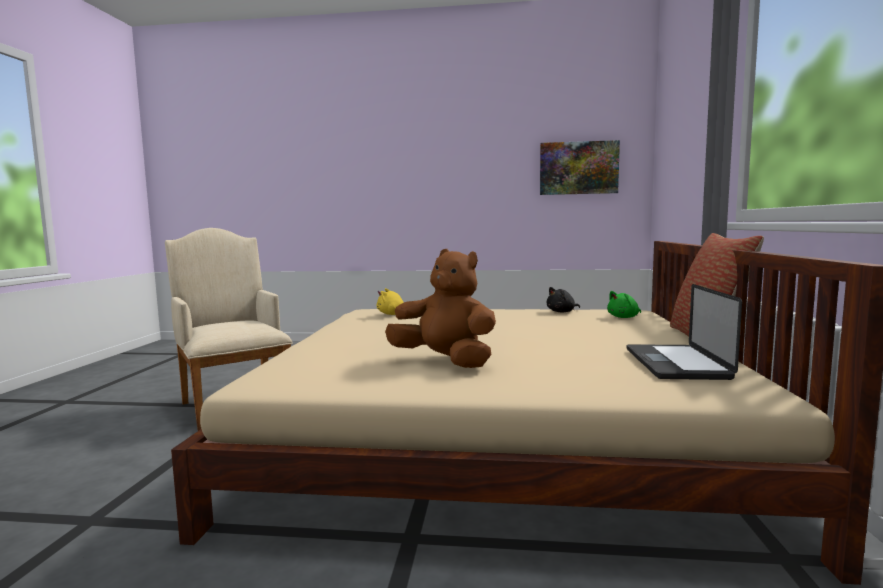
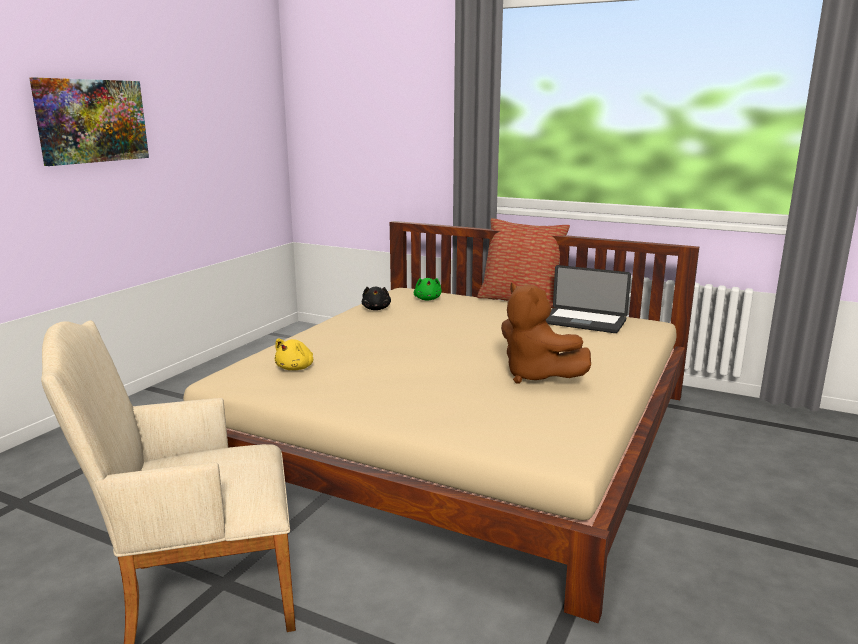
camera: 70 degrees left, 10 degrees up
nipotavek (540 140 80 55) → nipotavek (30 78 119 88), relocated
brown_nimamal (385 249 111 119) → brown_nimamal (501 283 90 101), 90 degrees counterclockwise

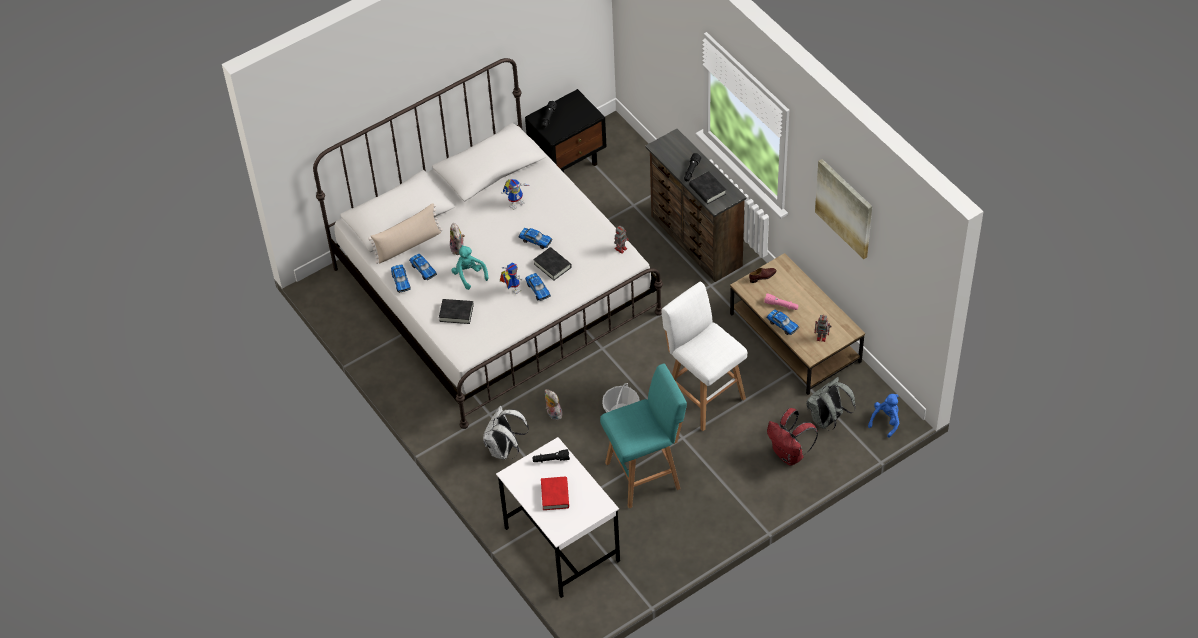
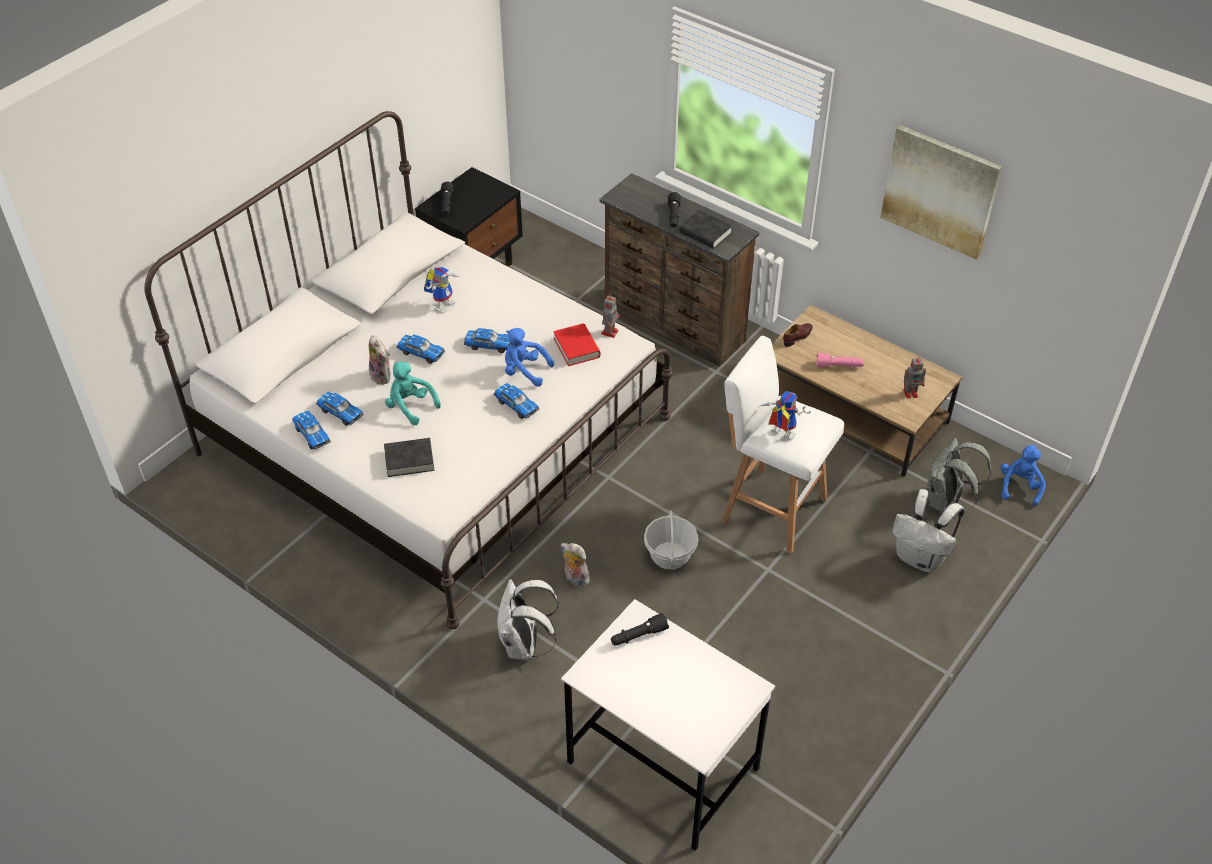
camera: 20 degrees left, 5 degrees down
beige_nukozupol (368 203 75 61) → -
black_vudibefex (533 247 39 33) → blue_nimamal (505 328 49 59)
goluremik (500 262 22 32) → goluremik (761 391 50 50), relocated
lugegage (766 309 33 26) → lugegage (397 335 48 29), relocated
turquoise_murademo (600 364 87 144) → -
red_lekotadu (767 408 51 58) → white_lekotadu (892 489 72 83)
red_vudibefex (541 477 28 33) → red_vudibefex (553 323 48 43), relocated

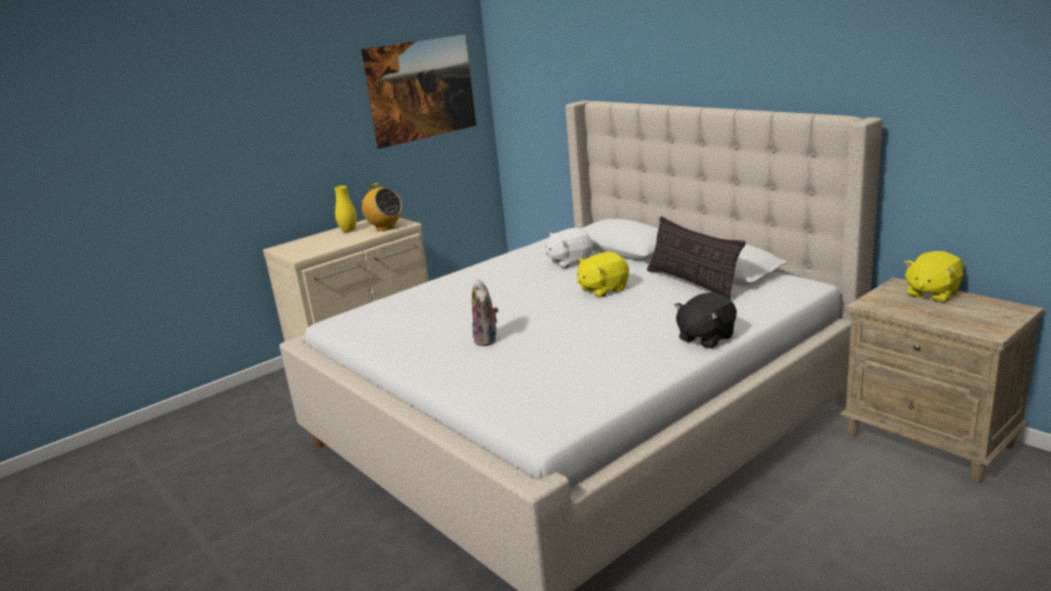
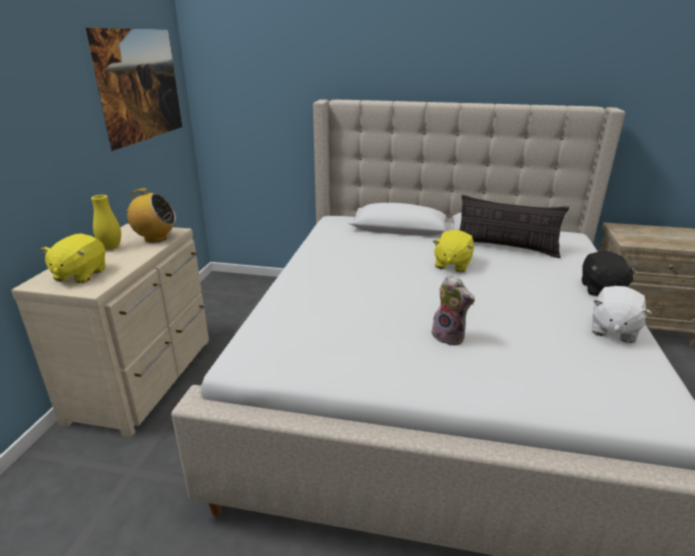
camera: 40 degrees left, 5 degrees up
white_nimamal (545 228 48 40) → white_nimamal (592 286 60 57), relocated
yellow_nimamal (904 251 60 52) → yellow_nimamal (41 233 64 50), relocated

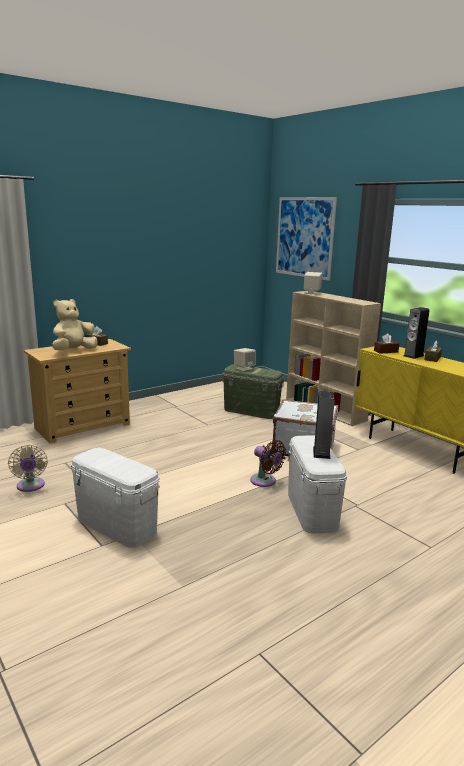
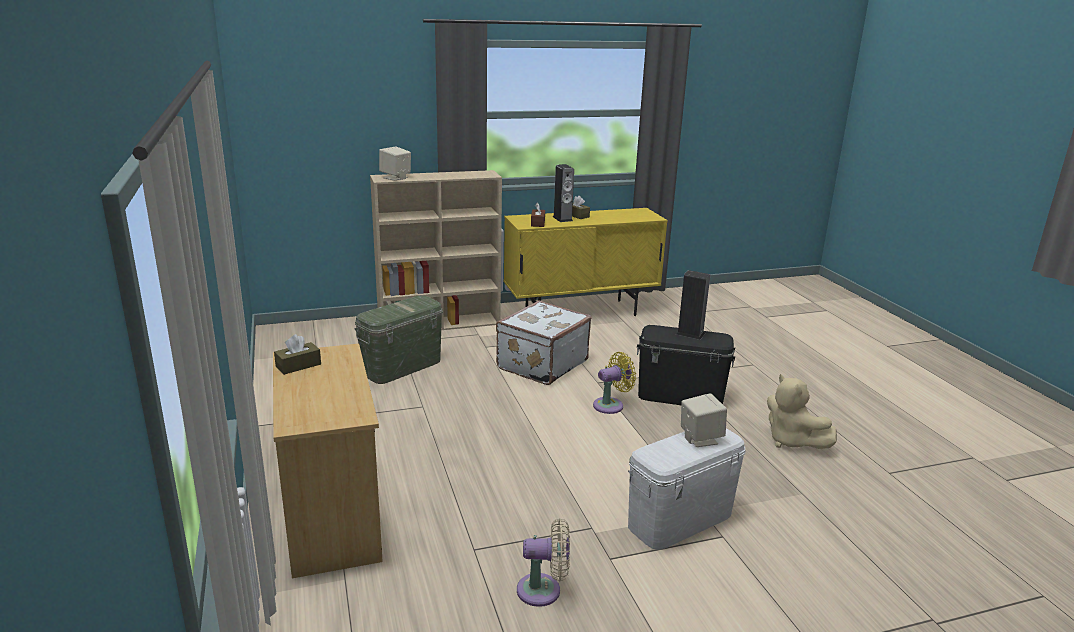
camera: 70 degrees left, 5 degrees up
nipotavek (276 197 61 84) → -
beige_nimamal (52 299 45 51) → beige_nimamal (767 374 70 75), relocated
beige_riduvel (234 348 22 23) → beige_riduvel (681 393 46 54), relocated
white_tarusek (288 435 59 98) → black_tarusek (637 325 98 80)
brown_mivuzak (250 440 36 47) → yellow_mivuzak (593 352 43 62)

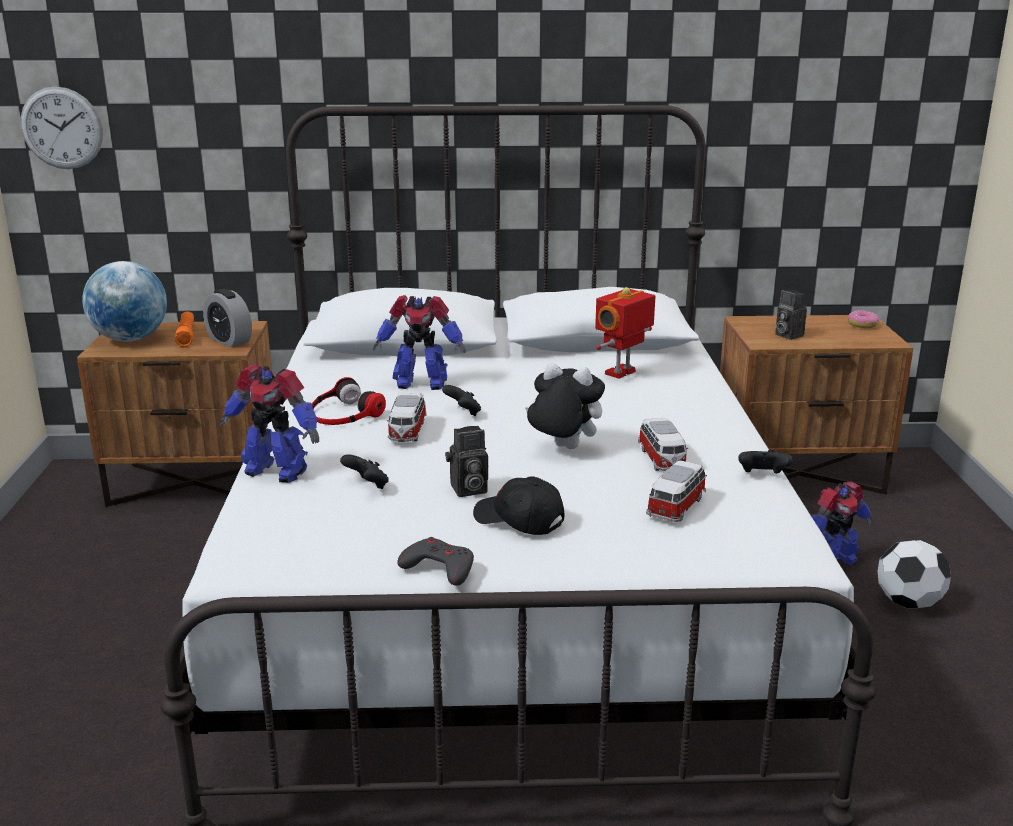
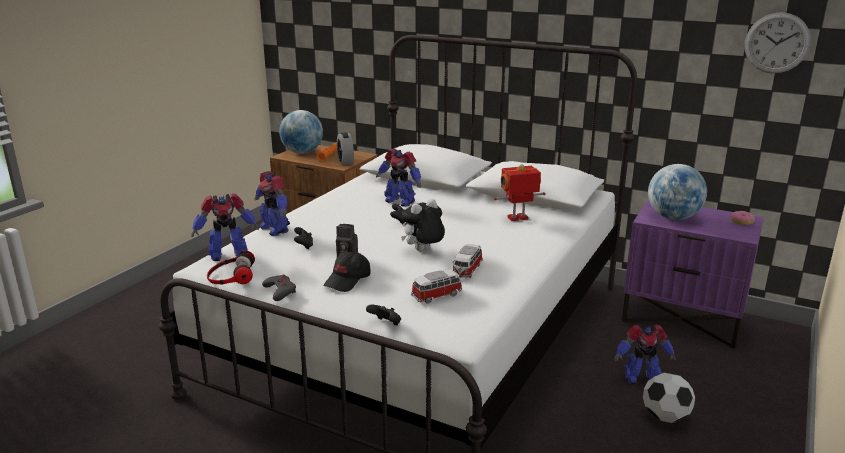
camera: 30 degrees right, 0 degrees up
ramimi (20 86 83 83) → ramimi (744 12 67 61), relocated
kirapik (775 290 32 50) → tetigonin (648 164 59 56)
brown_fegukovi (720 315 193 180) → purple_fegukovi (622 199 142 150)
nimamal (525 363 80 86) → nimamal (401 199 44 52), 90 degrees counterclockwise
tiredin (312 377 74 48) → tiredin (207 250 48 35), relocated
lugegage (387 393 40 49) → -
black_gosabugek (738 450 55 24) → black_gosabugek (366 305 35 20), relocated
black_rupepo (473 476 92 59) → black_rupepo (323 252 48 40), 120 degrees counterclockwise
- → goluremik (191 193 68 68)

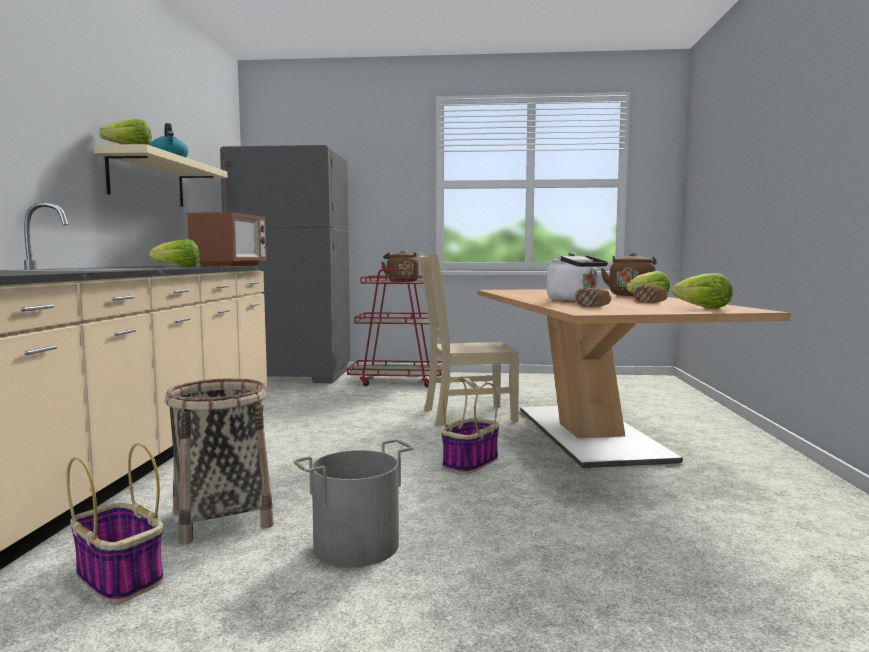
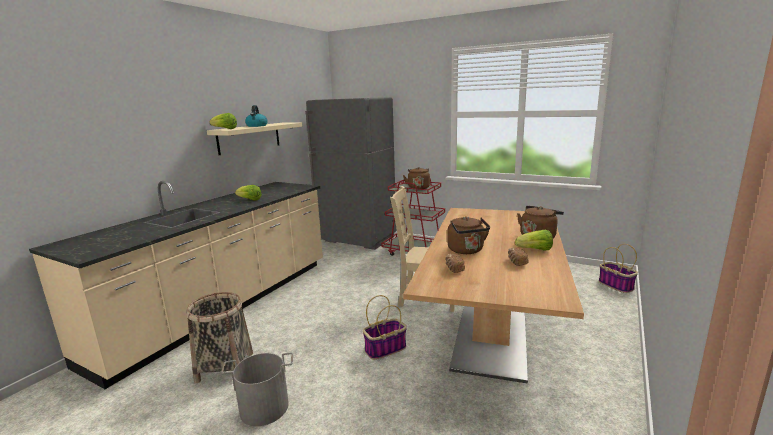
camera: 25 degrees right, 10 degrees up
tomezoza (187 212 80 54) → -
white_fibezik (547 252 61 50) → brown_fibezik (447 216 43 38)
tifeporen (672 273 61 35) → -
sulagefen (66 443 97 161) → sulagefen (599 244 39 49), relocated

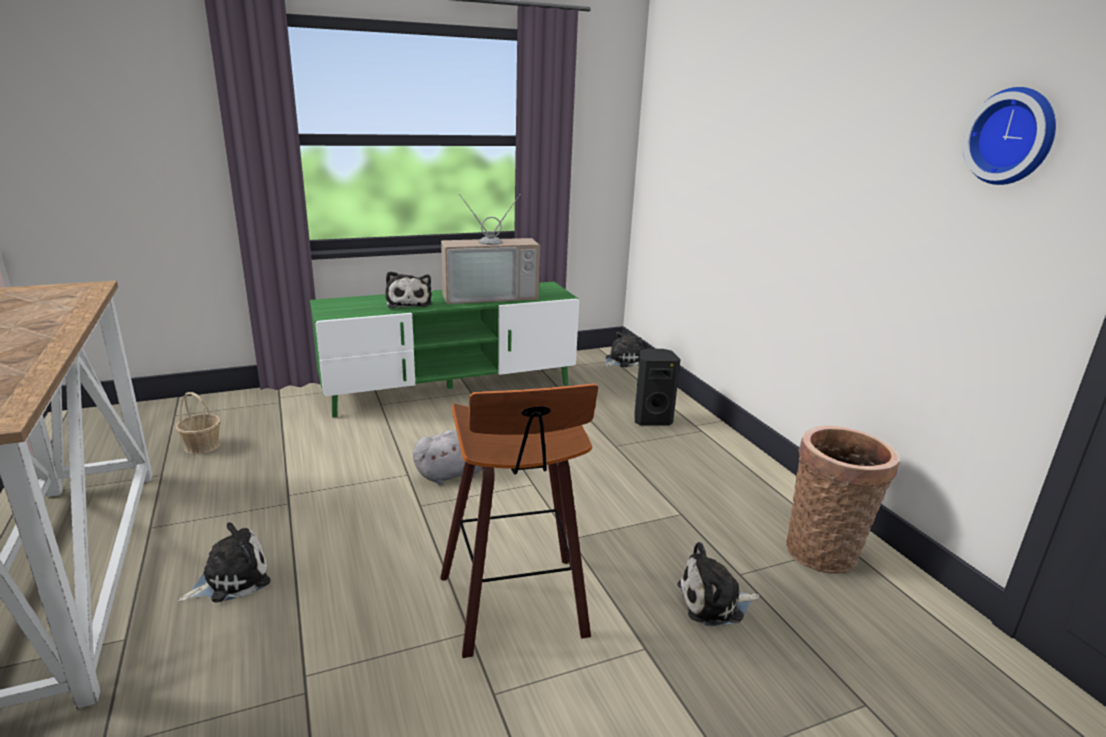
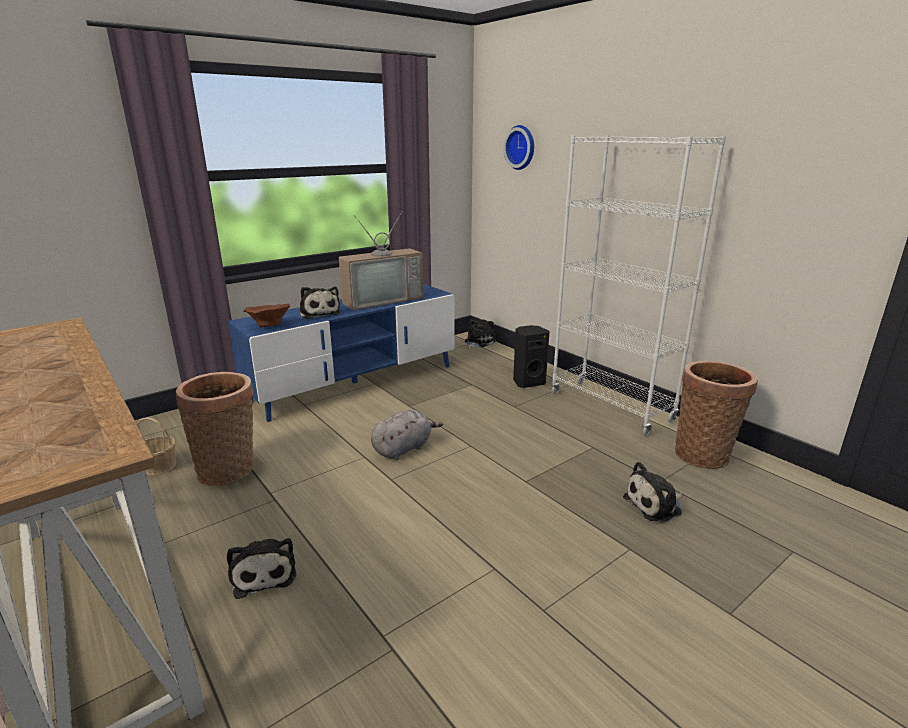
camera: 15 degrees left, 0 degrees up
ramimi (962 87 94 98) → ramimi (503 125 31 45), relocated
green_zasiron (310 282 269 136) → blue_zasiron (228 284 227 138)
murademo (440 384 158 274) → -
nimamal (178 522 92 81) → nimamal (227 538 69 61), 120 degrees clockwise
- → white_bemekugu (551 135 175 301)
- → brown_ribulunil (244 303 46 24)
- → sulagefen (176 372 78 114)

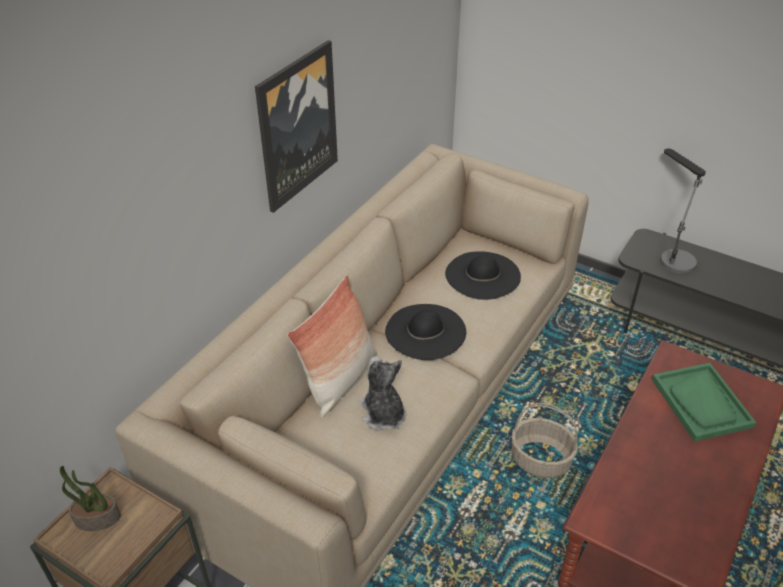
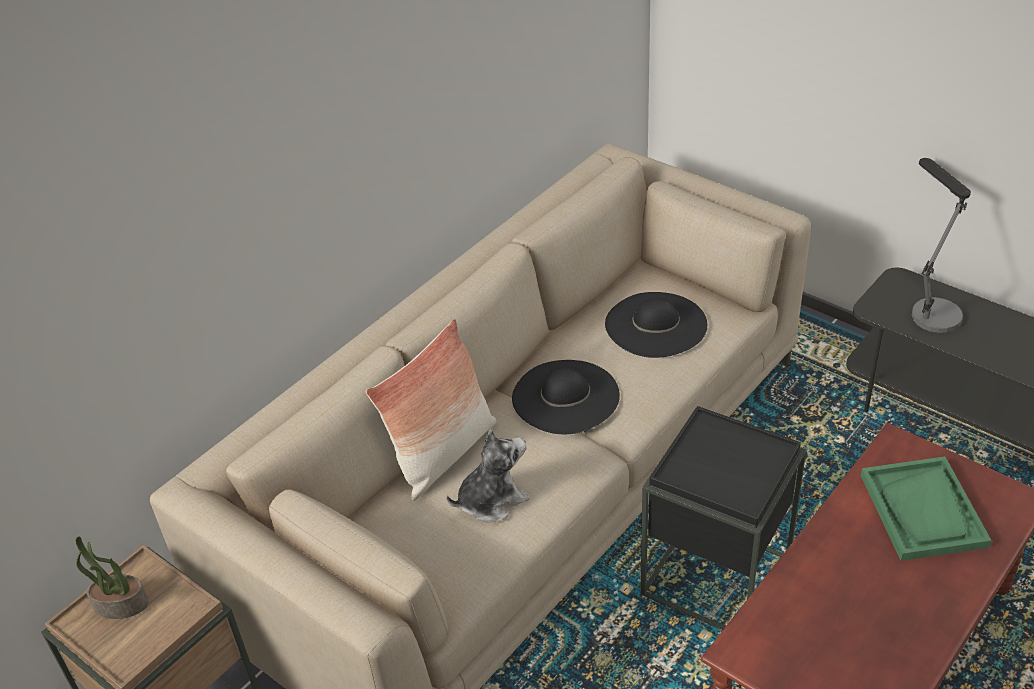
camera: 10 degrees right, 0 degrees up
nipotavek (255 40 83 173) → -
nimamal (360 357 46 74) → nimamal (446 429 83 93), 75 degrees clockwise
sulagefen (511 403 67 75) → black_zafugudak (641 406 166 224)

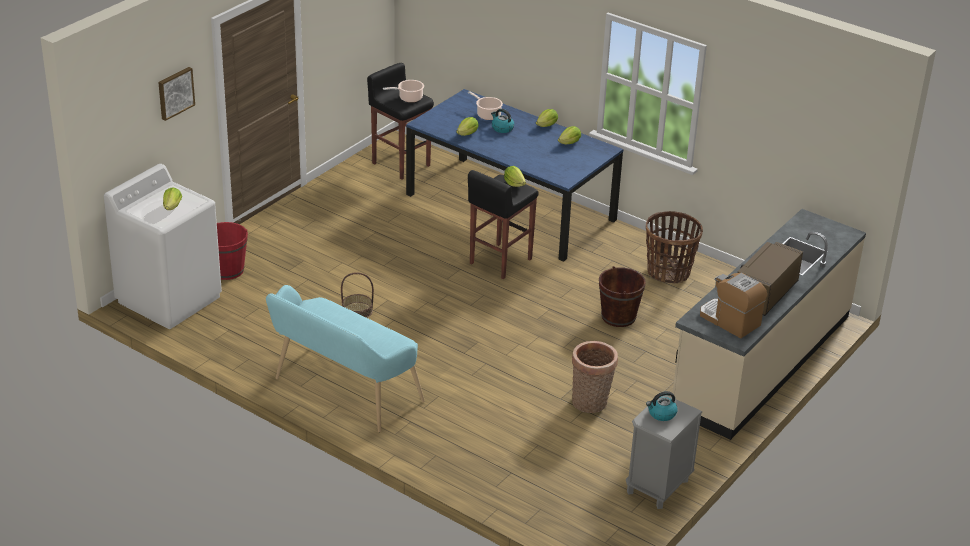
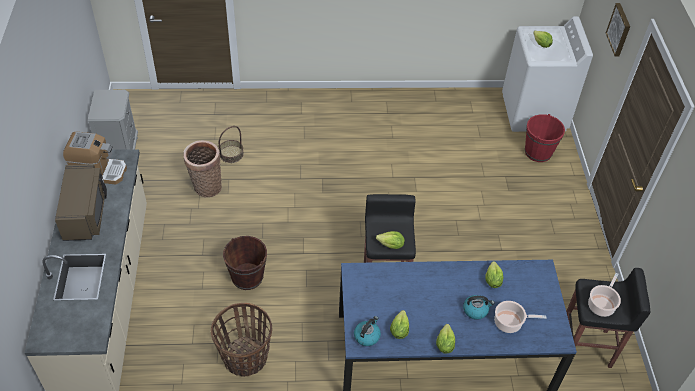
camera: 140 degrees right, 15 degrees up
sulagefen (341 272 33 46) → sulagefen (219 126 25 37), relocated
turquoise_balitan (266 285 159 147) → -
fibezik (646 391 31 30) → fibezik (354 316 27 30), relocated

